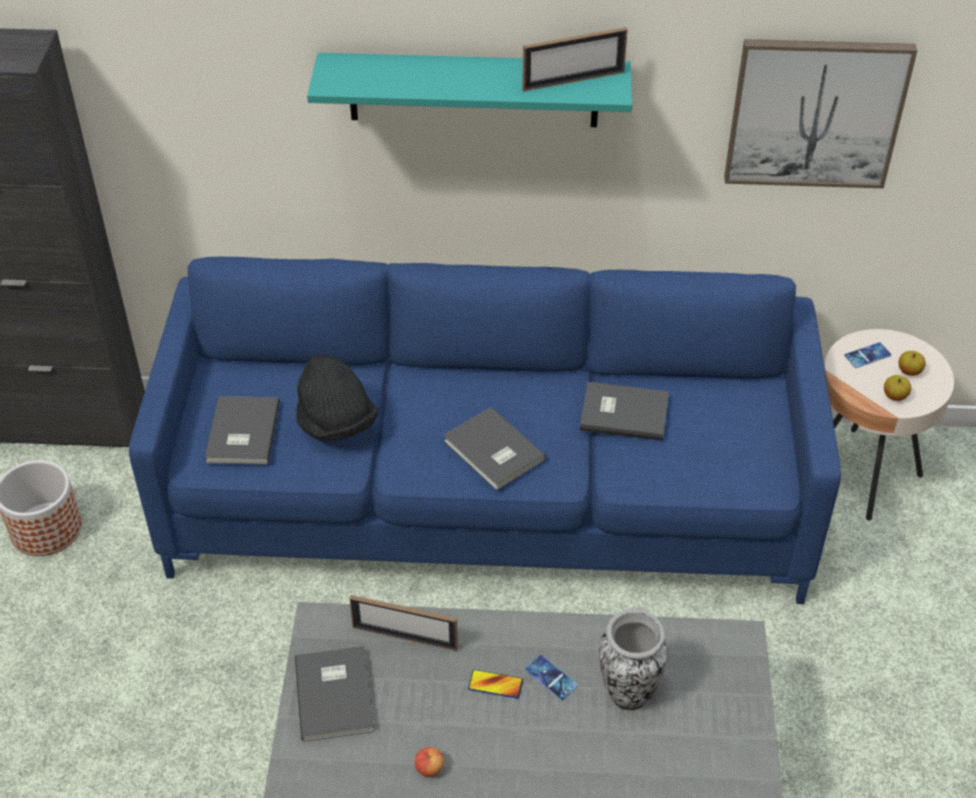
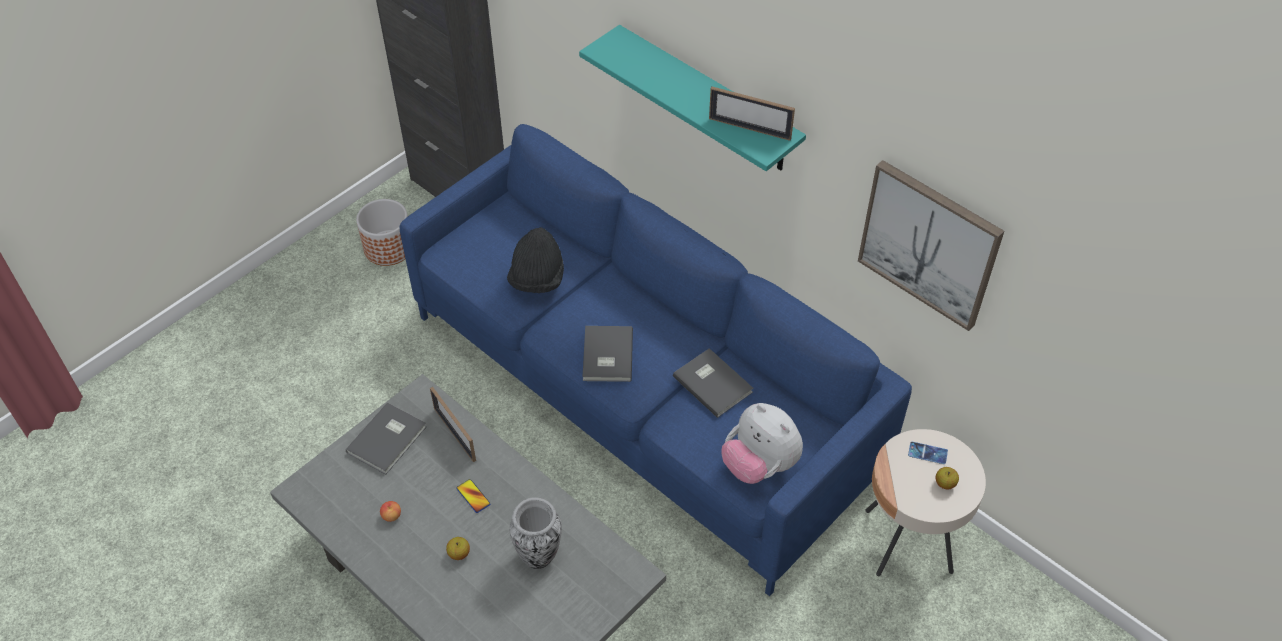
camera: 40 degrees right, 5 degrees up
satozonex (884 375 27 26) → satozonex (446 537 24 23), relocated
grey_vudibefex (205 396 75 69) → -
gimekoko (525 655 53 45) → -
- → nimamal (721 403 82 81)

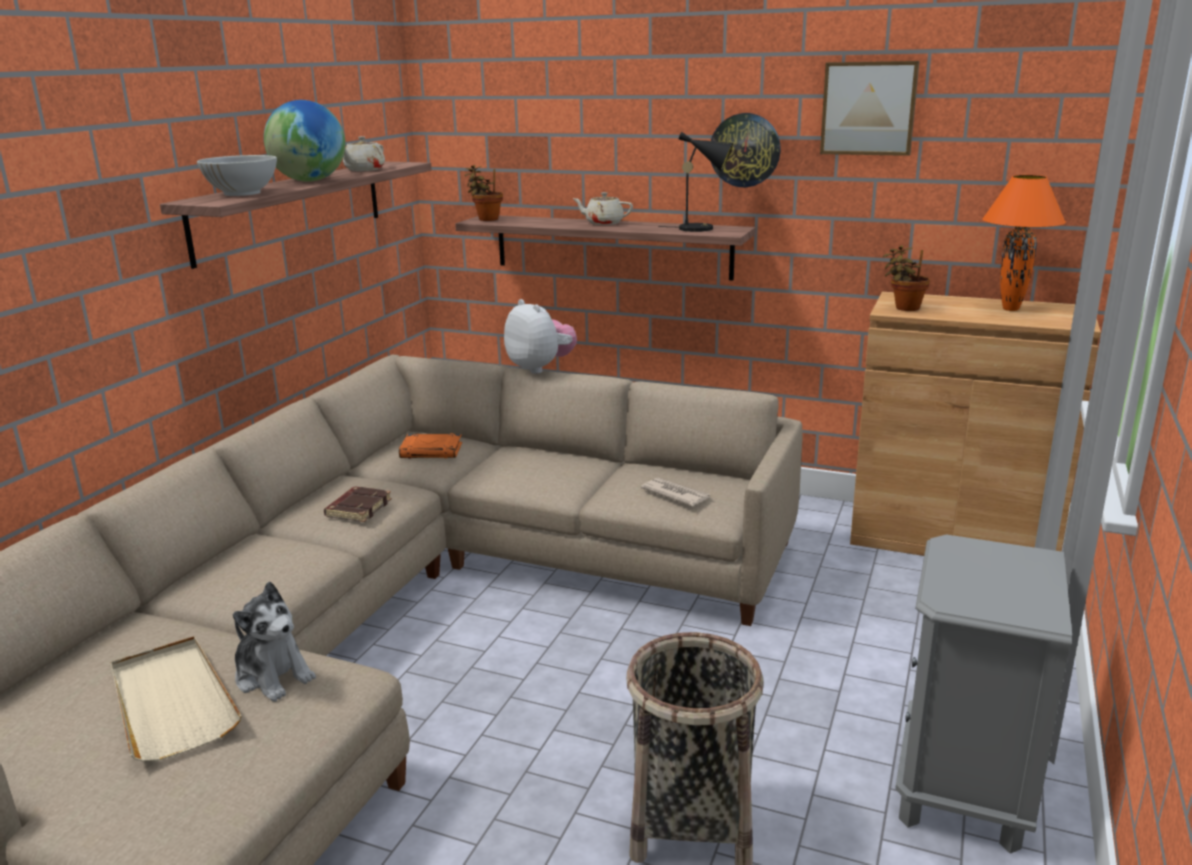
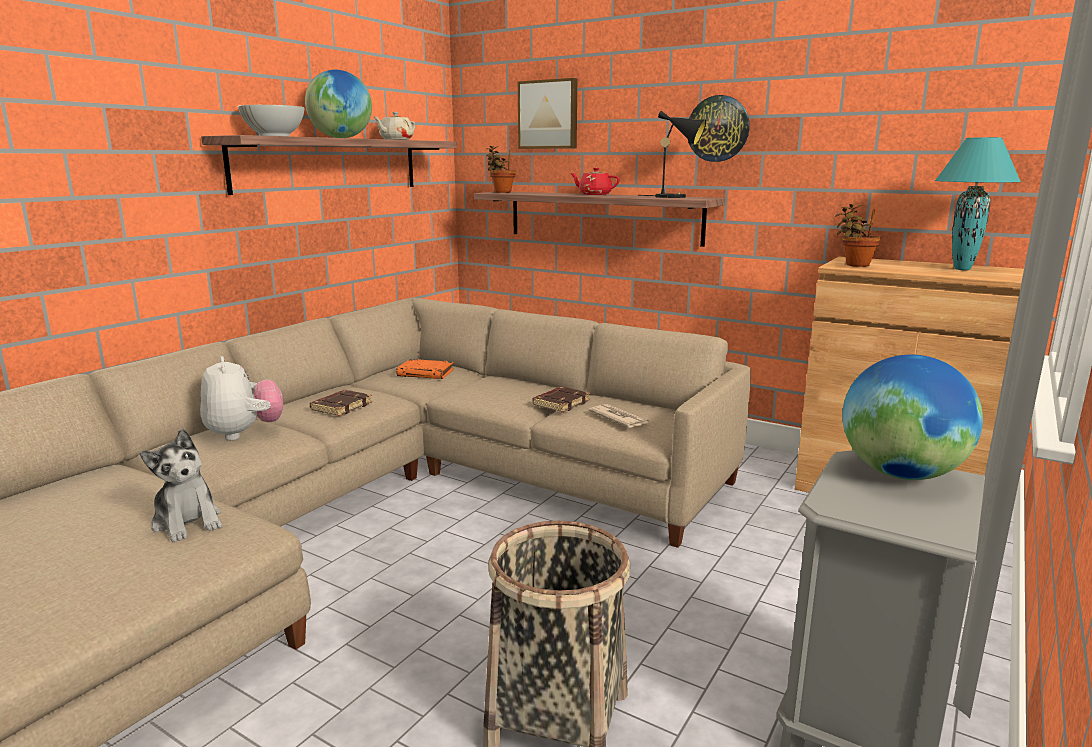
camera: 10 degrees right, 5 degrees down
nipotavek (820 61 99 95) → nipotavek (518 78 59 71), relocated
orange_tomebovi (982 175 84 136) → turquoise_tomebovi (935 137 86 133)
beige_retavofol (572 192 61 33) → red_retavofol (570 168 50 27)
nimamal (504 299 73 75) → nimamal (200 356 83 85), relocated
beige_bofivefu (111 636 130 125) → -
- → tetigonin (842 355 141 125)
- → brown_vudibefex (532 387 58 25)

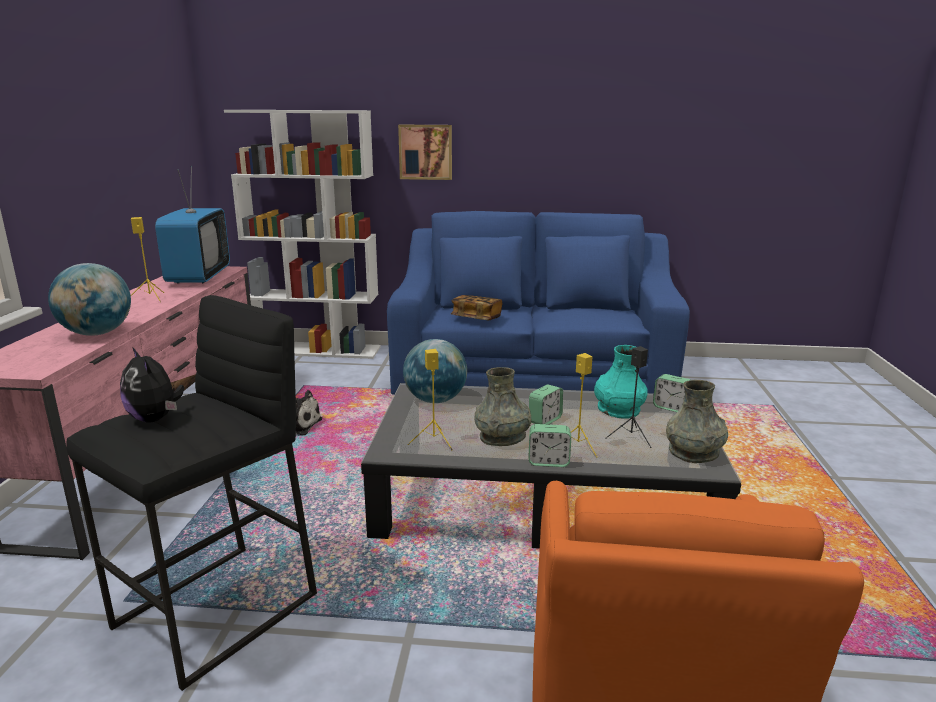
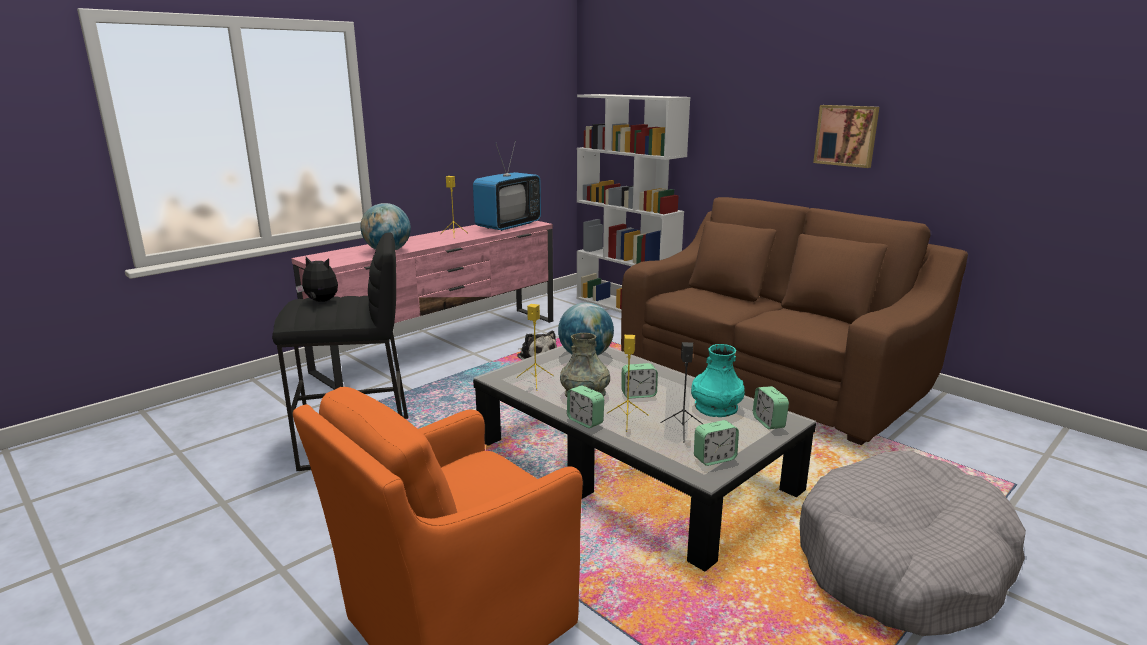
camera: 40 degrees right, 0 degrees up
nipotavek (398 125 54 55) → nipotavek (813 105 66 63), relocated
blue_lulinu (387 211 303 184) → brown_lulinu (621 197 347 248)
vudibefex (451 295 51 25) → -
nimamal (120 347 64 75) → nimamal (296 257 42 45), 105 degrees clockwise
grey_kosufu (666 380 62 83) → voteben (694 420 45 46)
- → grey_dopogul (800 451 226 185)

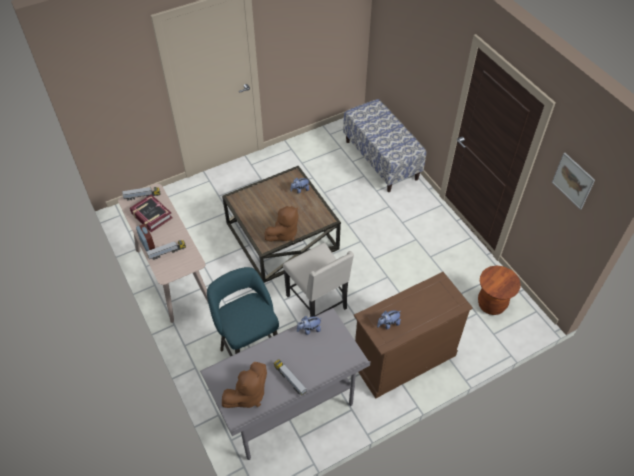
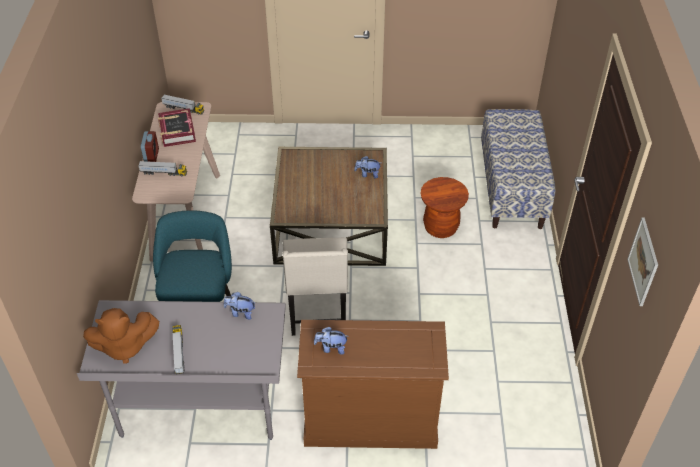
camera: 30 degrees right, 5 degrees down
brown_nimamal (265 206 34 36) → -
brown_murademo (478 266 43 49) → brown_murademo (420 177 49 61), relocated

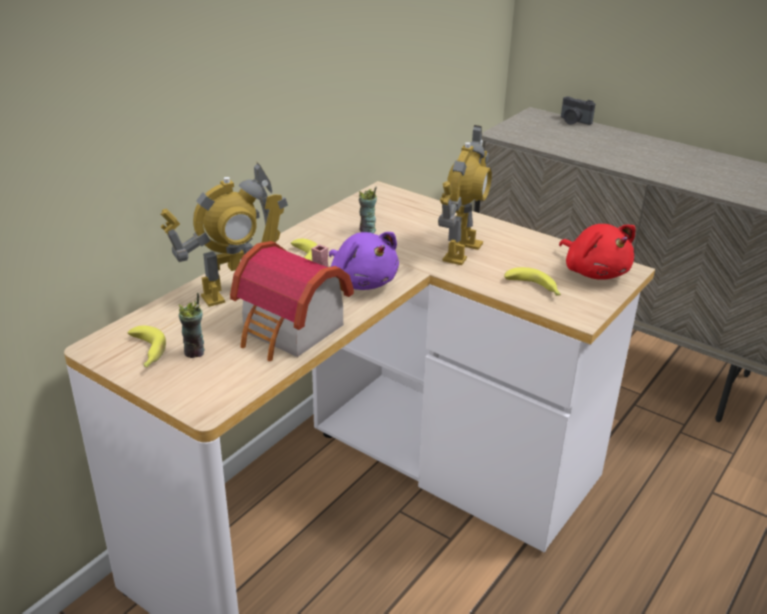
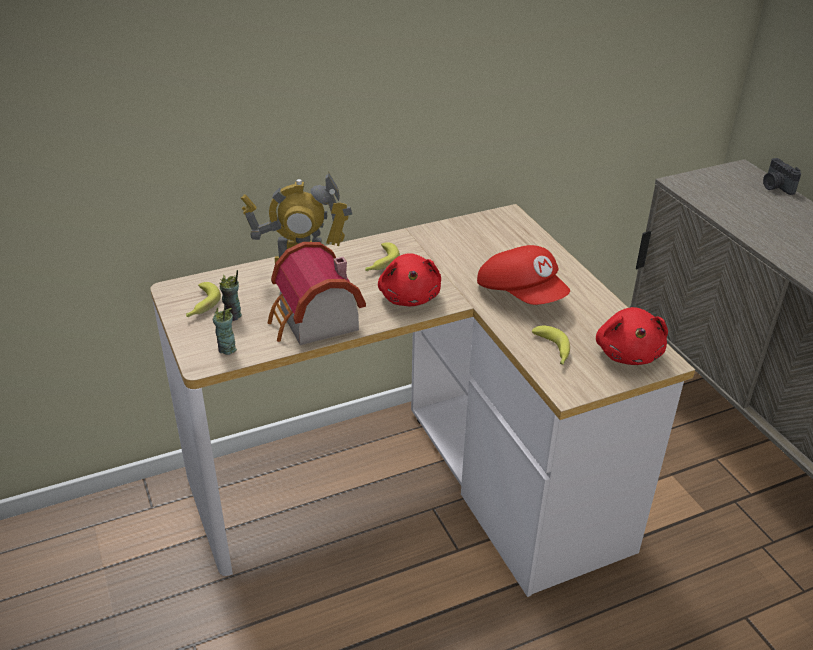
camera: 30 degrees right, 5 degrees up
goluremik (438 125 54 140) → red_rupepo (477 245 93 60)
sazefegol (359 187 18 46) → sazefegol (213 308 24 47), relocated
purple_nimamal (329 232 70 58) → red_nimamal (378 253 63 53)

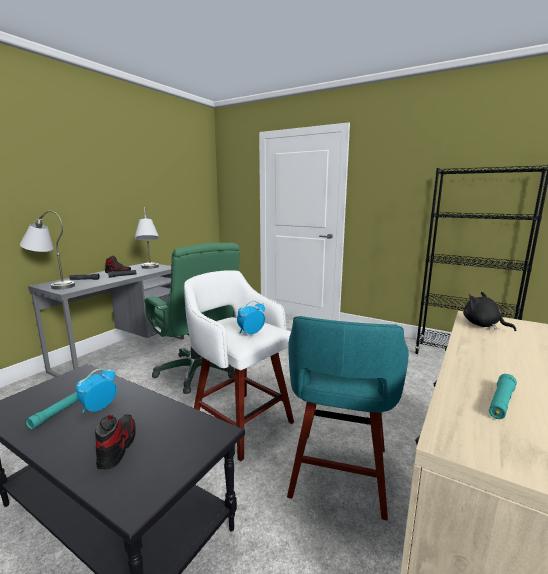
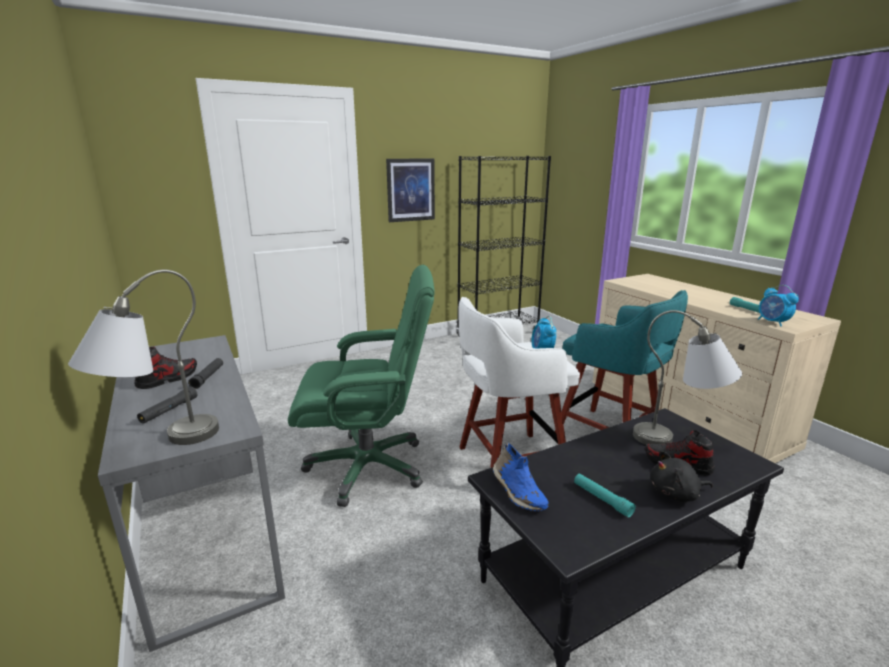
camera: 60 degrees left, 5 degrees up
grey_tomebovi (135 207 24 62) → grey_tomebovi (633 310 109 135), relocated
black_nimamal (463 292 53 39) → black_nimamal (650 450 63 52), relocated
voteben (76 369 41 44) → voteben (758 285 41 42), relocated
- → nipotavek (386 159 49 63)
- → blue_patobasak (493 443 56 68)

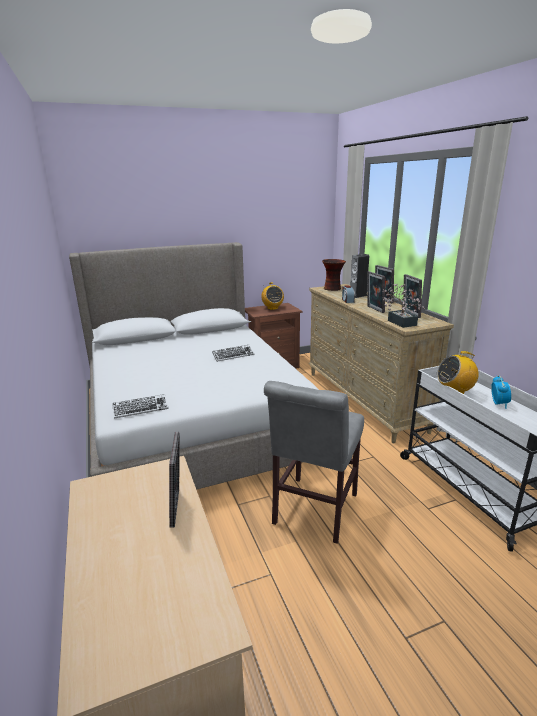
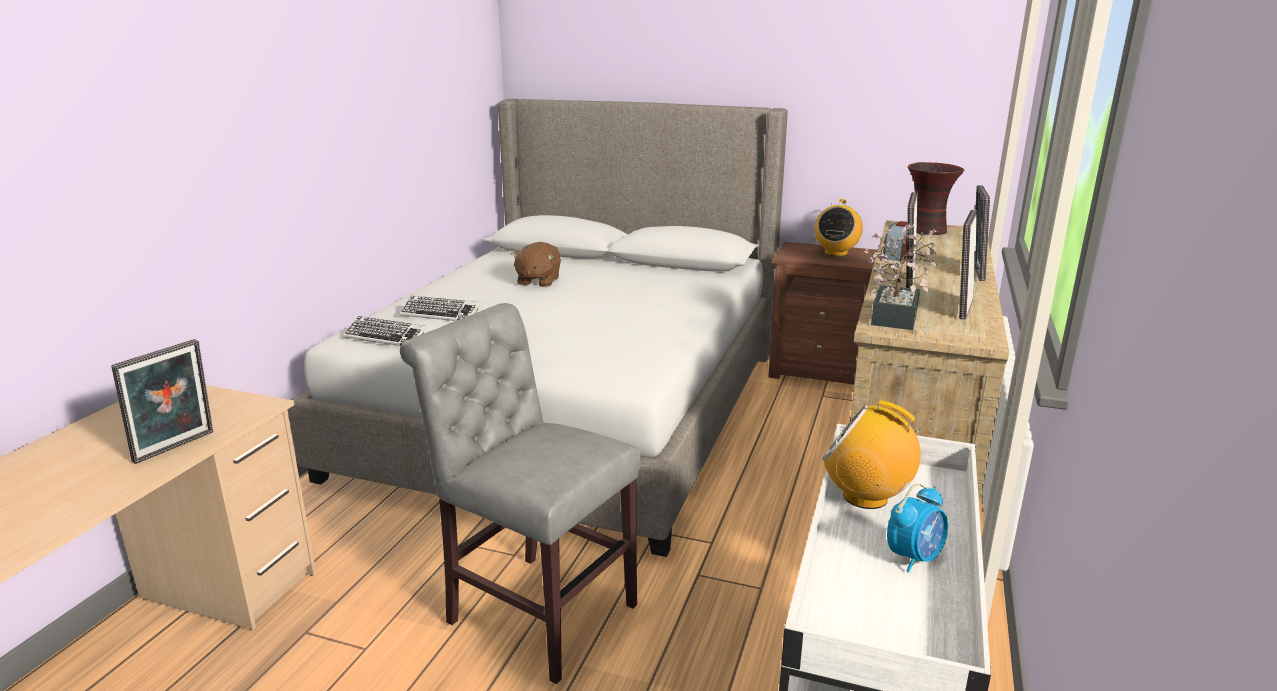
camera: 40 degrees right, 0 degrees up
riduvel (350 254 19 44) → -
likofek (212 345 43 17) → likofek (400 296 81 25), relocated
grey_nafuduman (264 381 100 163) → grey_nafuduman (400 303 241 381), 60 degrees clockwise
- → brown_nimamal (511 242 50 45)

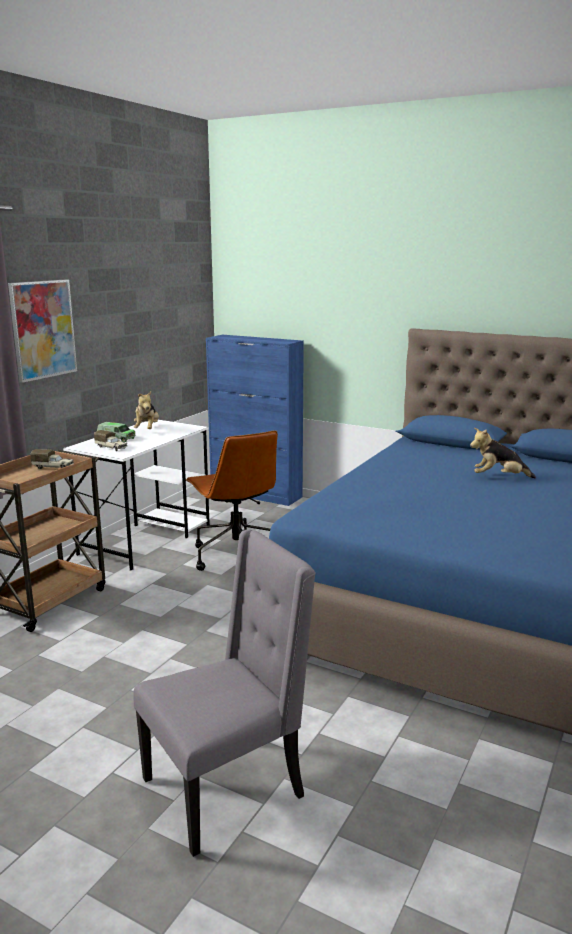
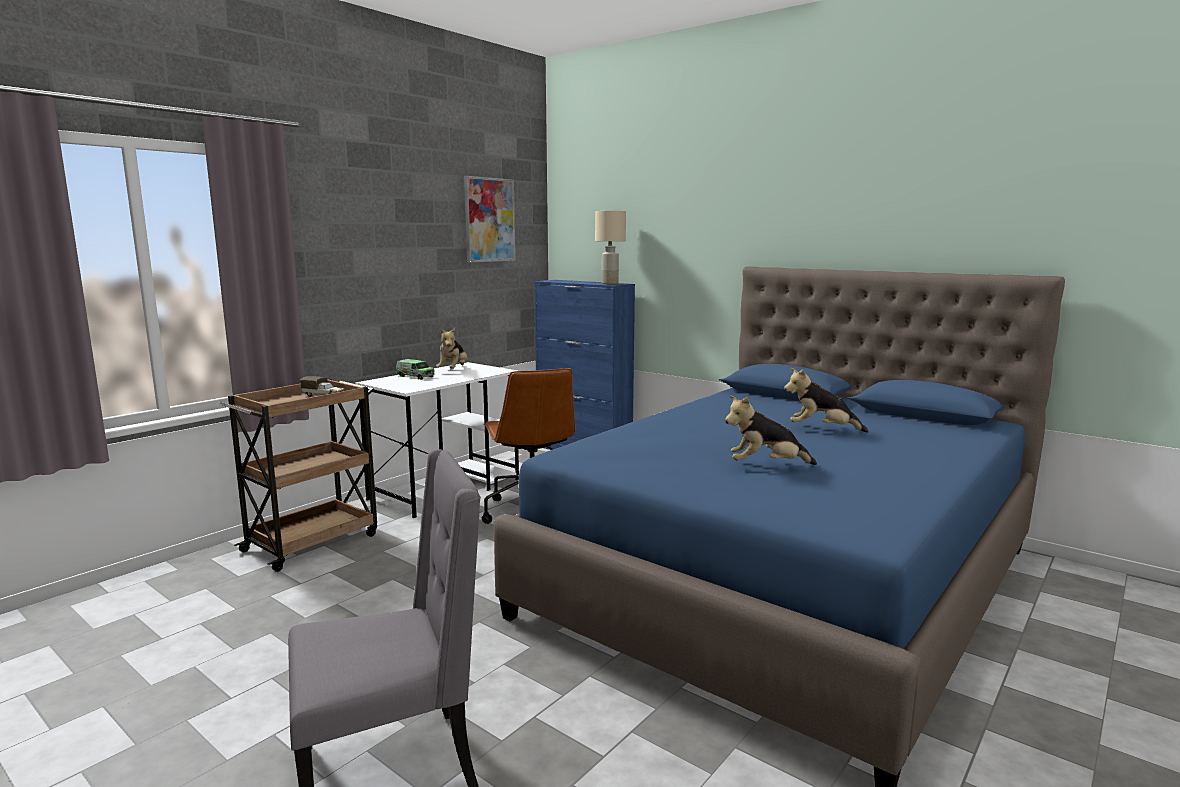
camera: 10 degrees right, 5 degrees down
nipotavek (8 279 69 104) → nipotavek (464 176 52 87), relocated
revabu (94 430 33 21) → -
- → beige_tomebovi (595 211 31 73)
- → nimamal (725 395 92 70)

